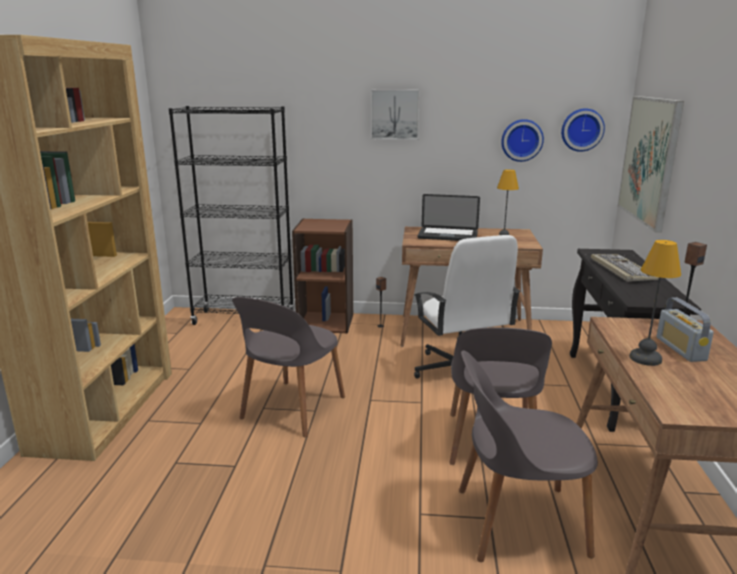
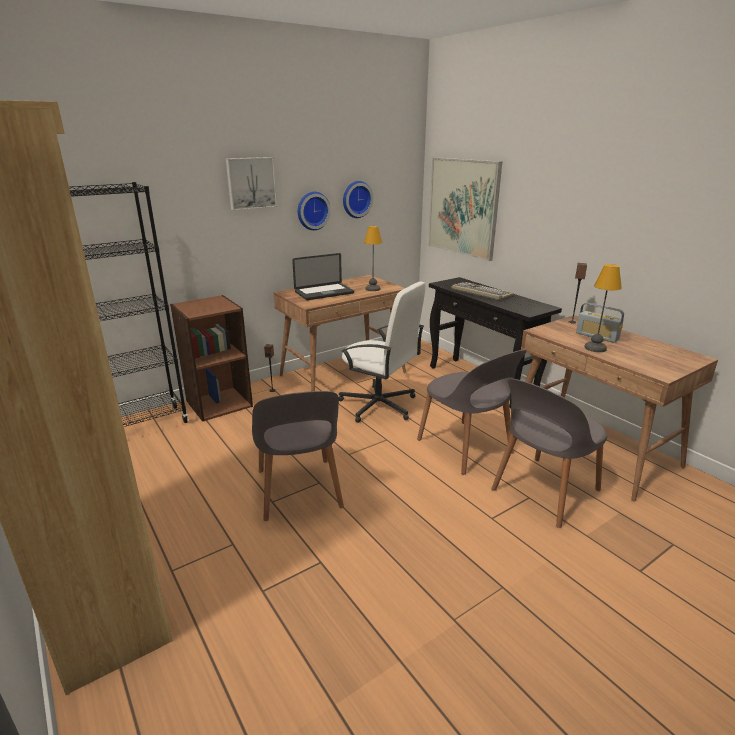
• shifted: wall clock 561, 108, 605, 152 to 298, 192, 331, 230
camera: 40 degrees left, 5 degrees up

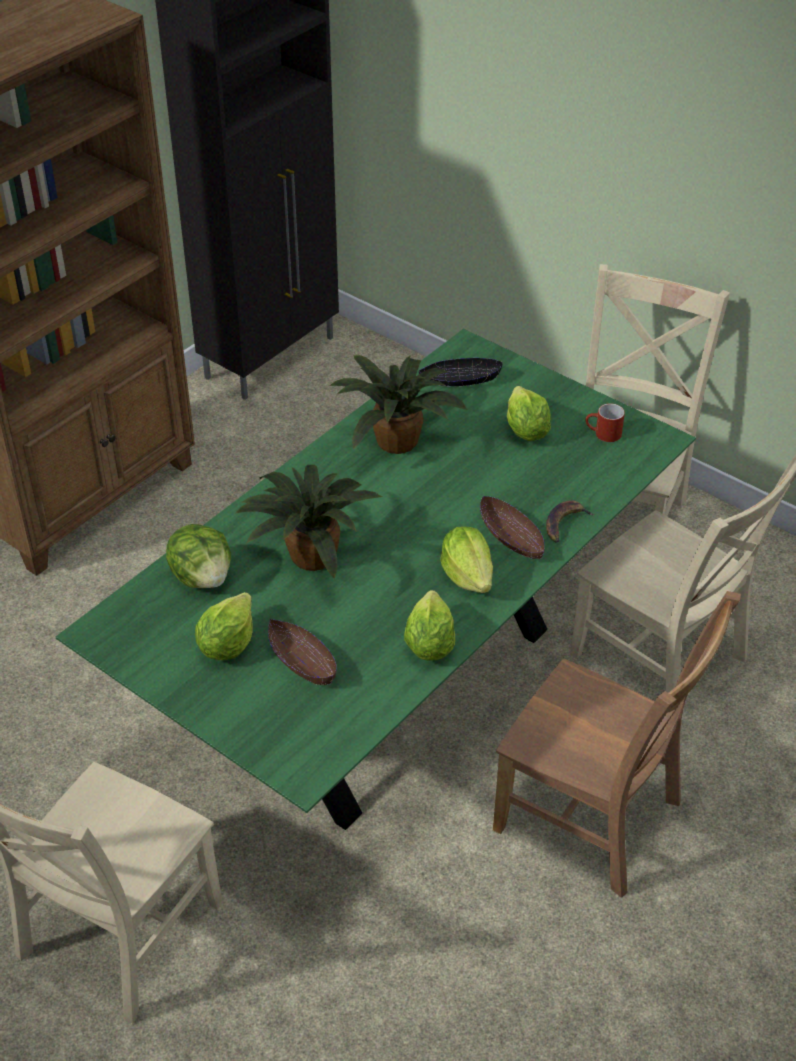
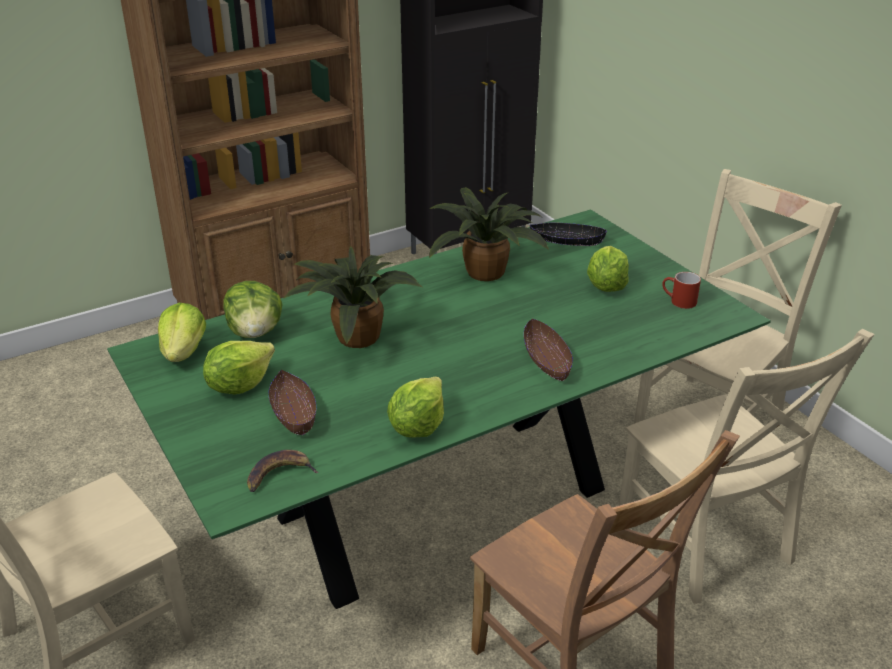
• shifted: lettuce 440, 526, 493, 593 to 158, 303, 206, 362
• shifted: banana 546, 500, 594, 543 to 247, 450, 319, 492
camera: 20 degrees right, 10 degrees down

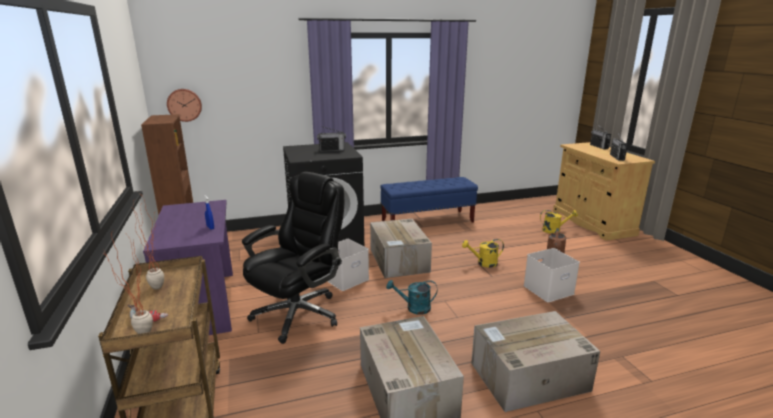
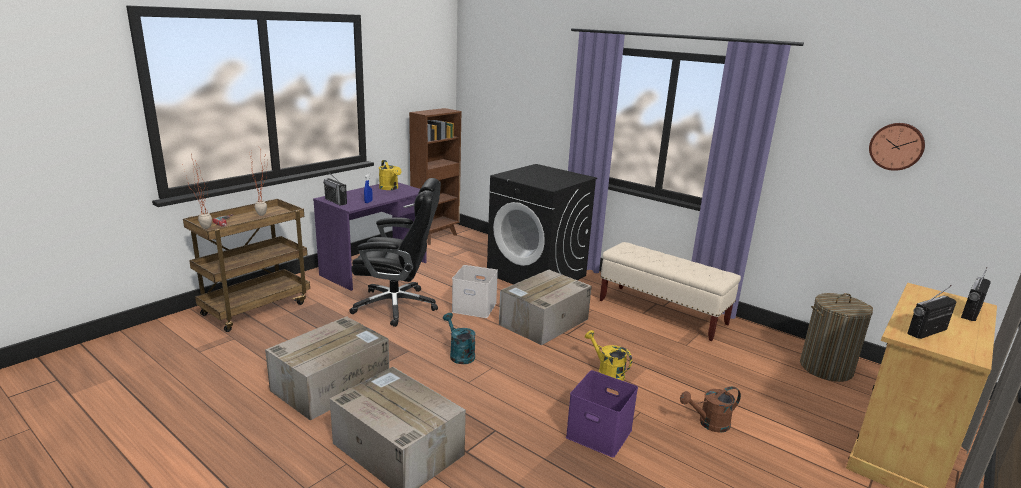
• shifted: radio 317, 126, 346, 152 to 323, 172, 347, 206
• shifted: watering can in yellow 540, 210, 578, 233 to 379, 160, 402, 190
• repainted: storage box in white 523, 248, 580, 302 to storage box in purple 566, 370, 638, 457
• repainted: bench in blue 380, 177, 478, 223 to bench in beige 600, 242, 741, 341
• new: laundry basket 800, 293, 873, 382
• shifted: wall clock 167, 89, 202, 122 to 869, 123, 925, 171
camera: 55 degrees right, 0 degrees up

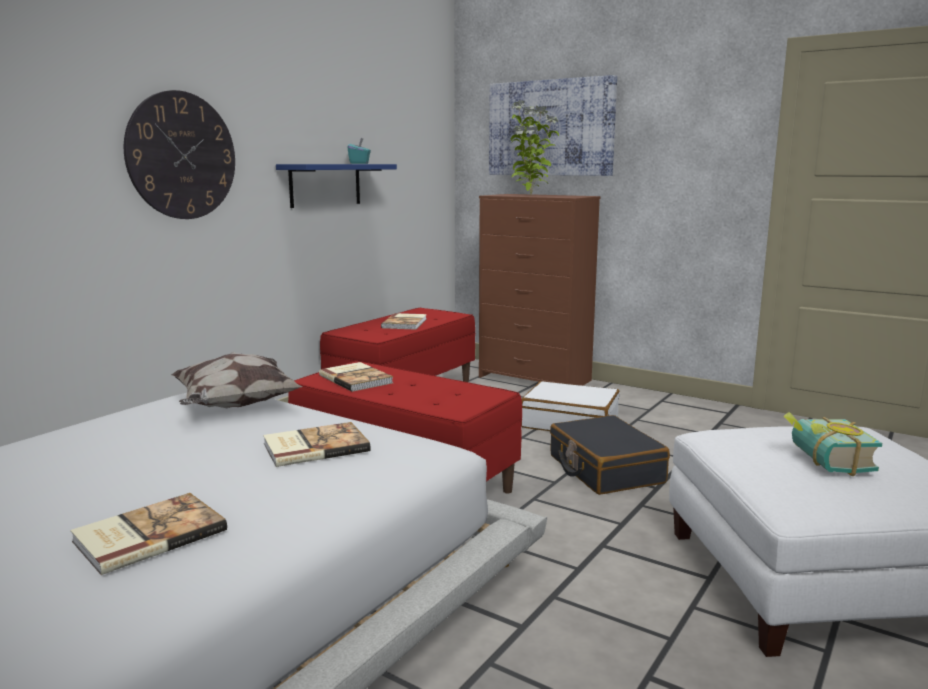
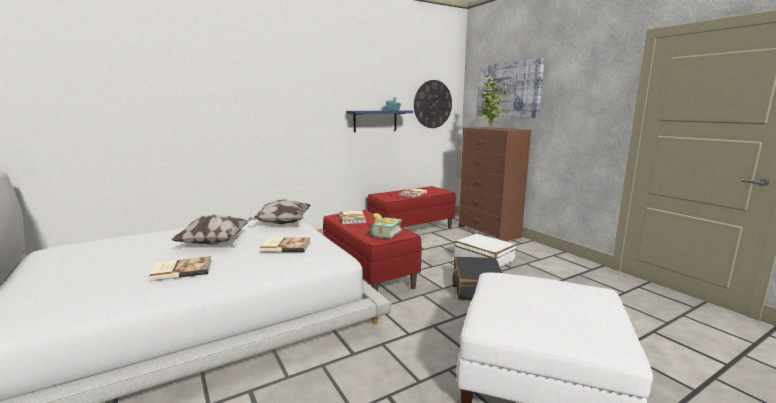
• new: pillow 171, 214, 251, 244
• shifted: book 784, 412, 882, 476 to 371, 213, 402, 239
• shifted: wall clock 124, 90, 235, 219 to 414, 80, 452, 128
camera: 25 degrees right, 0 degrees up

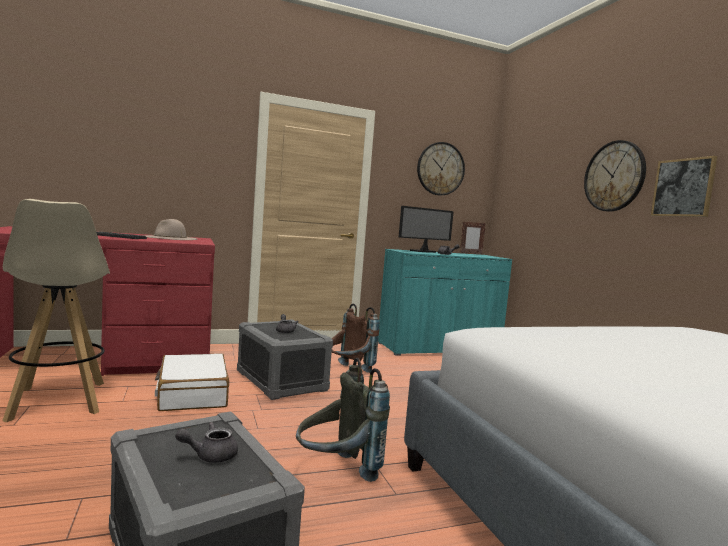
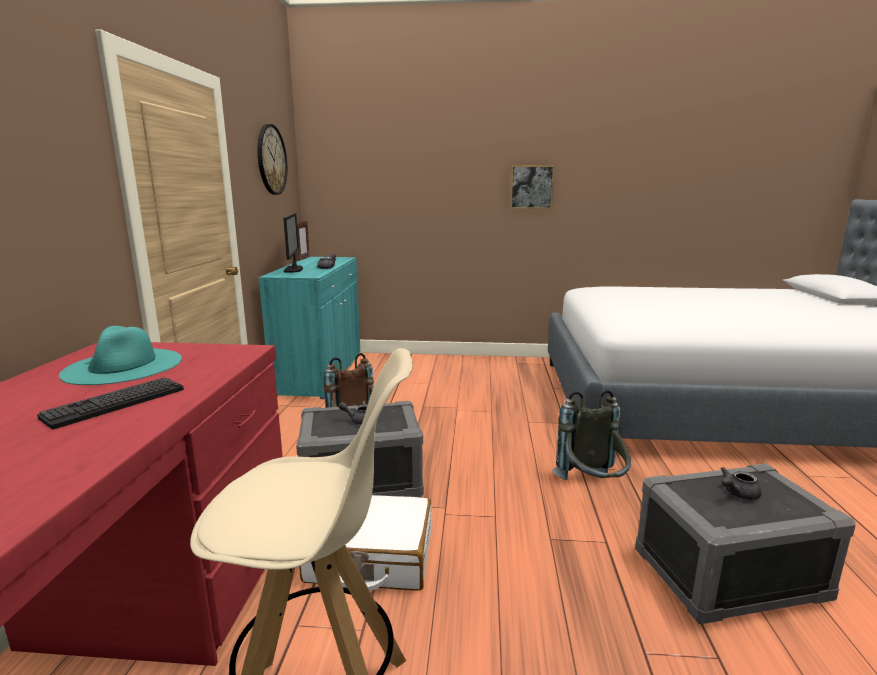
• repainted: hat in beige 144, 219, 197, 240 to hat in turquoise 59, 326, 182, 385
• rotated: teapot in grey 175, 422, 238, 463 = 720, 467, 762, 500 60 degrees clockwise
• gone: wall clock 584, 140, 646, 212
camera: 65 degrees left, 10 degrees up

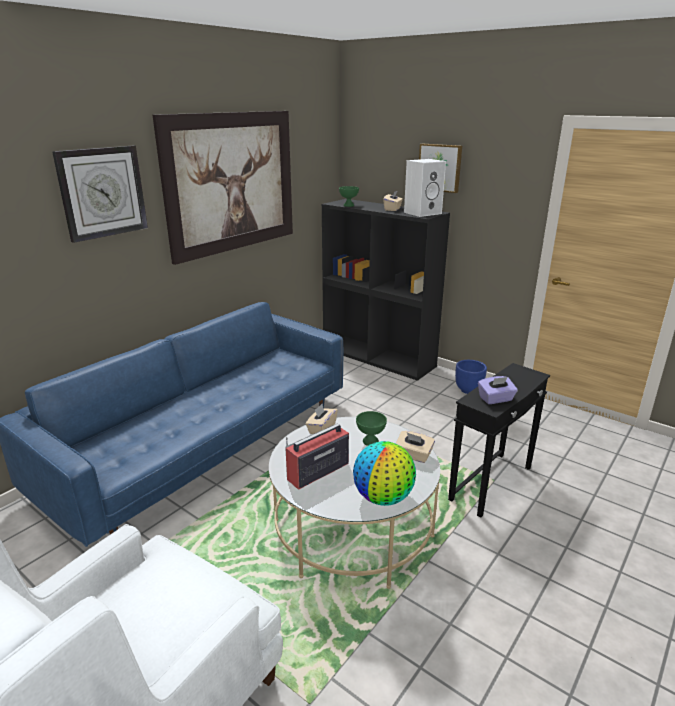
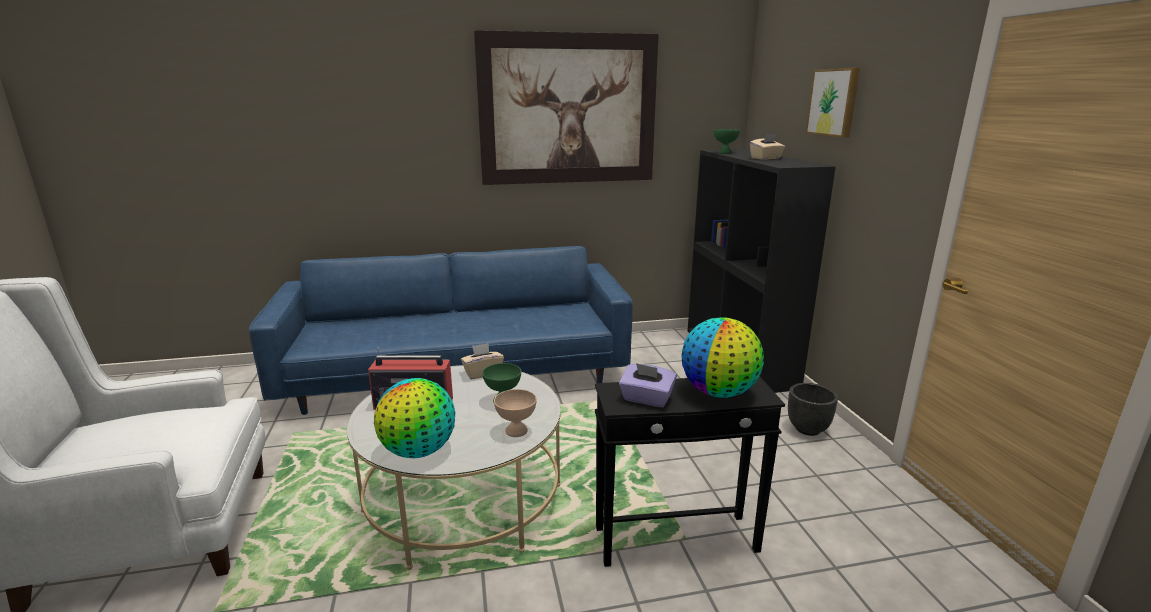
• swapped: tissue box in beige 395, 431, 435, 463 to bowl in beige 494, 389, 537, 437
• new: globe 682, 317, 764, 398
• repainted: planter in blue 455, 360, 487, 394 to planter in black 788, 383, 838, 436
• gone: wall clock 52, 146, 148, 243
• gone: speaker in white 404, 159, 446, 217
camera: 40 degrees right, 5 degrees down

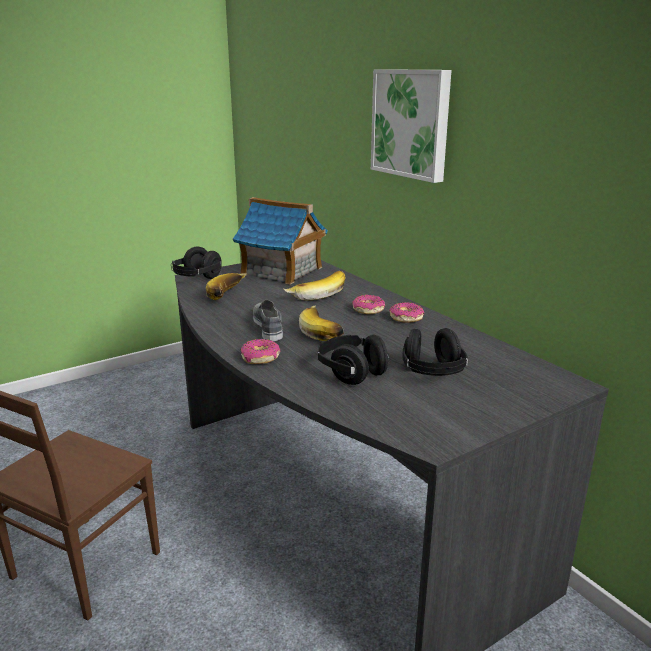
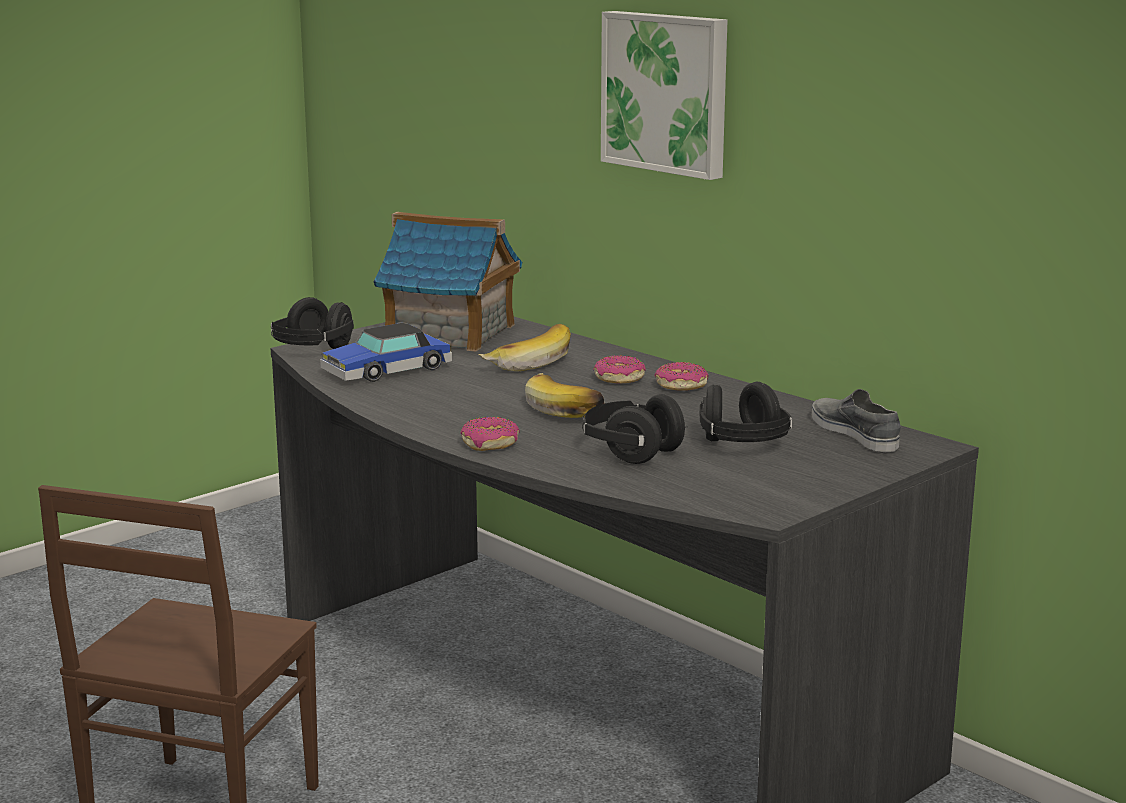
• swapped: banana 206, 273, 246, 300 to toy car 320, 323, 452, 382
• shifted: shoe in grey 253, 300, 283, 341 to 812, 389, 901, 452
camera: 10 degrees left, 5 degrees down

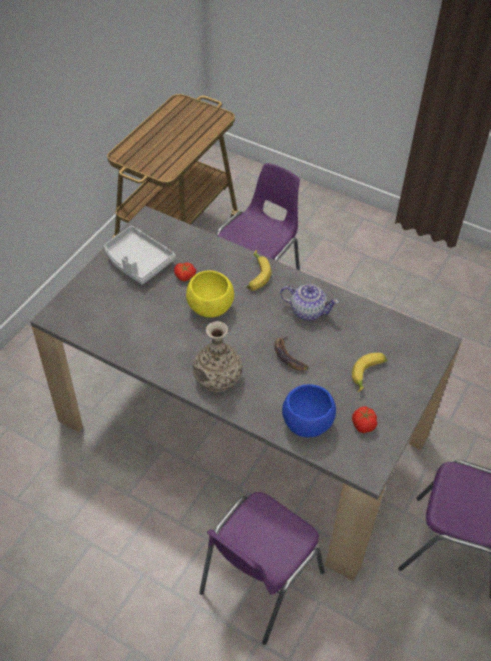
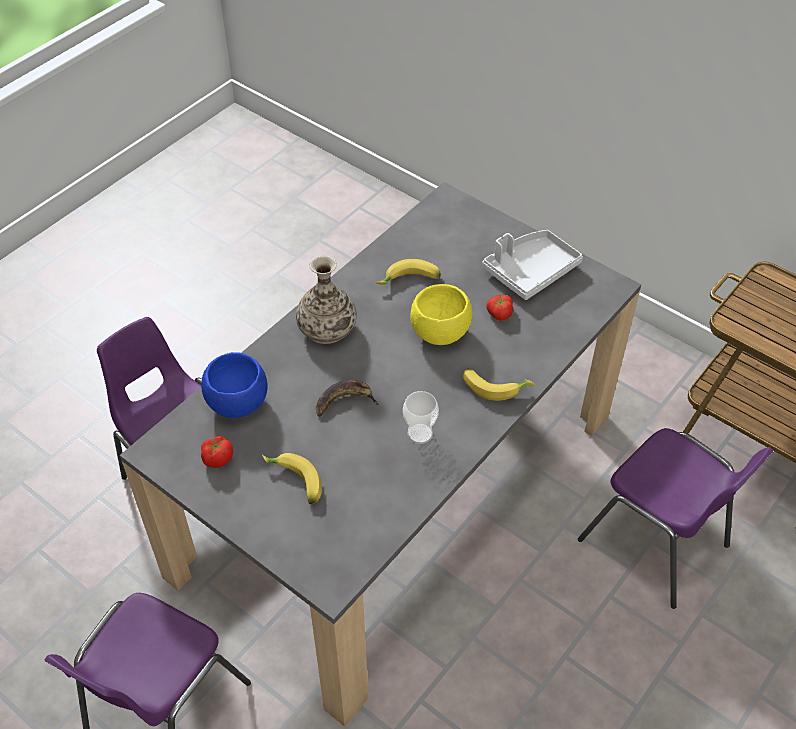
• new: banana 376, 259, 441, 284
• swapped: teapot 280, 284, 339, 320 to cup 403, 391, 439, 444
camera: 100 degrees right, 0 degrees up

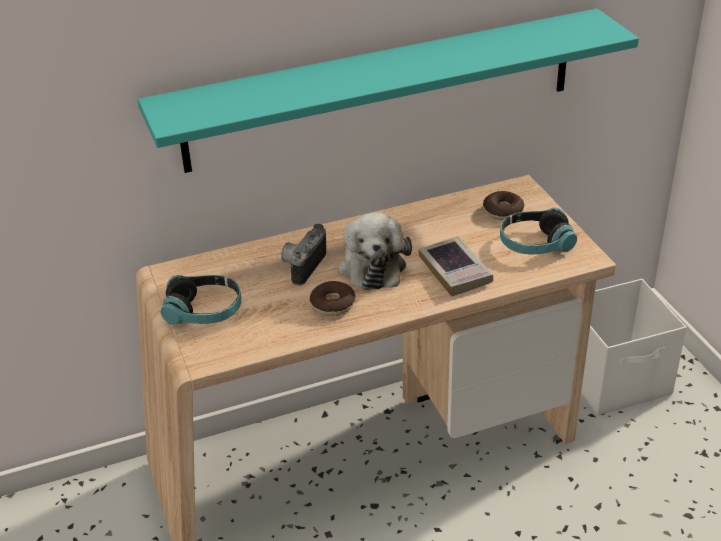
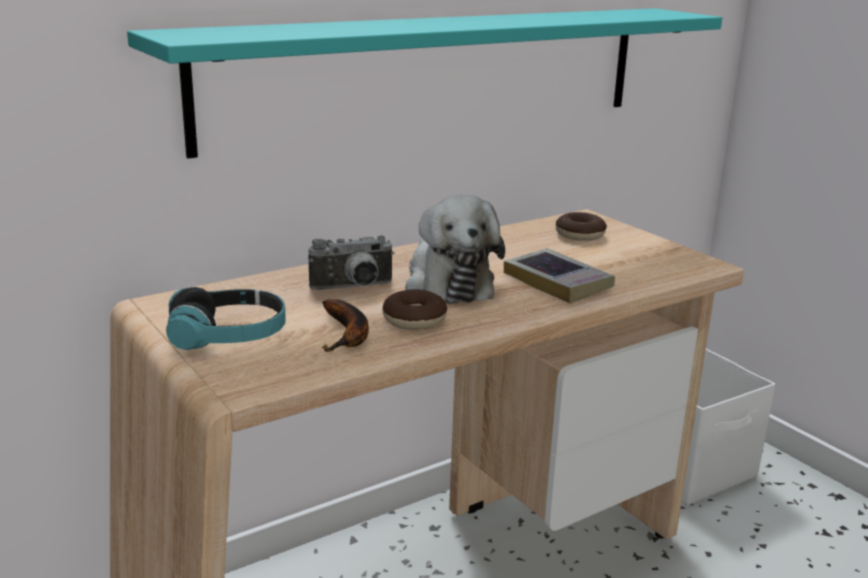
• rotated: photo camera 281, 224, 326, 286 = 309, 235, 395, 290 120 degrees counterclockwise
• new: banana 321, 299, 369, 352
• gone: headphones 500, 208, 577, 254
camera: 15 degrees left, 15 degrees down

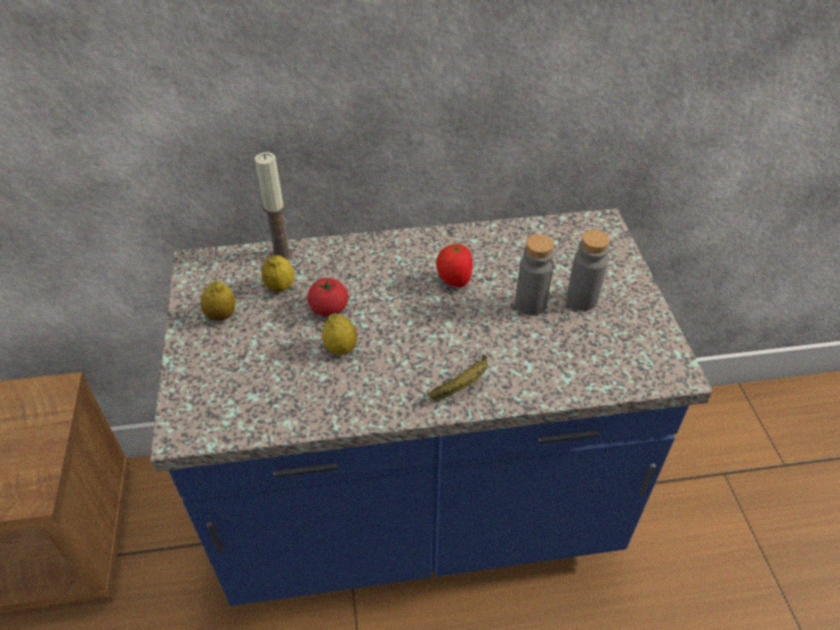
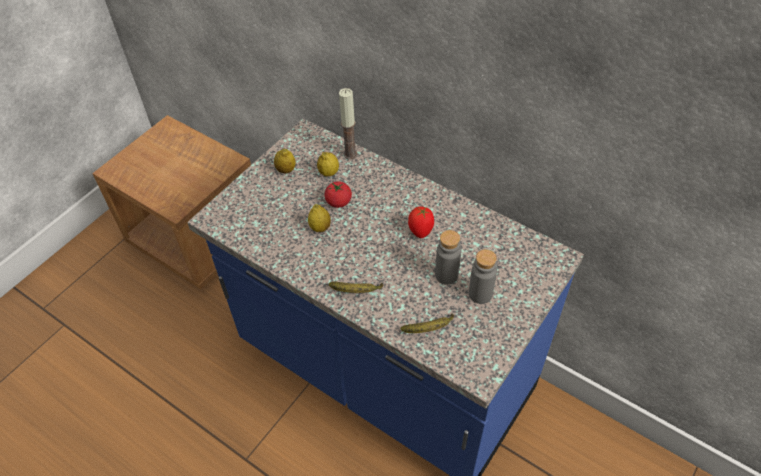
• new: banana 400, 313, 454, 333
camera: 45 degrees right, 5 degrees up

